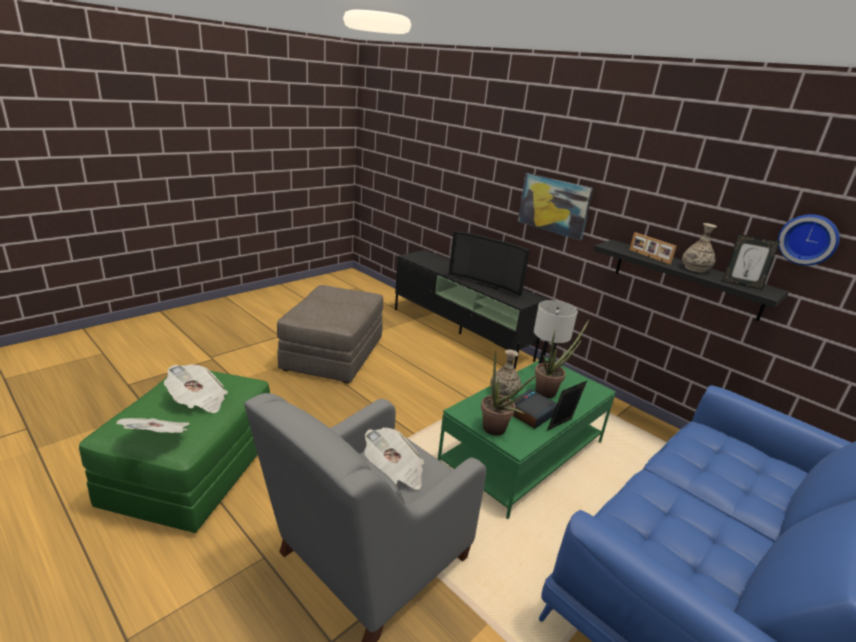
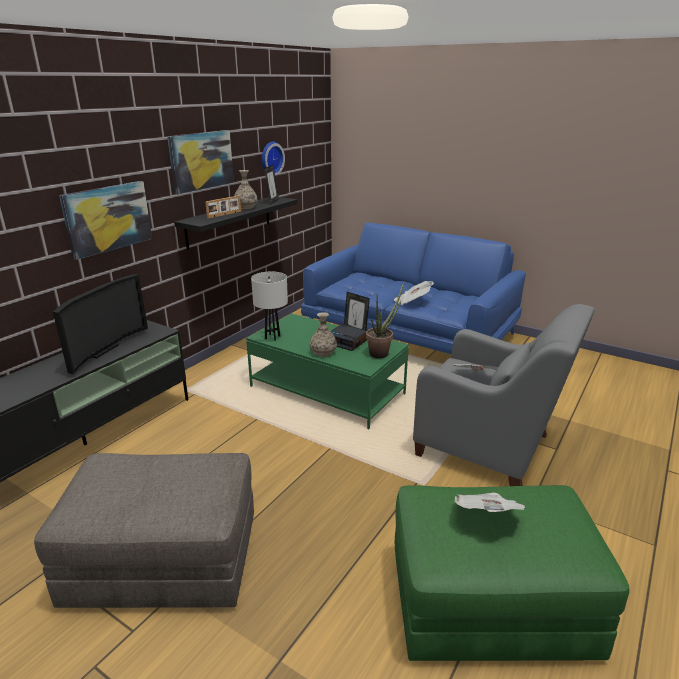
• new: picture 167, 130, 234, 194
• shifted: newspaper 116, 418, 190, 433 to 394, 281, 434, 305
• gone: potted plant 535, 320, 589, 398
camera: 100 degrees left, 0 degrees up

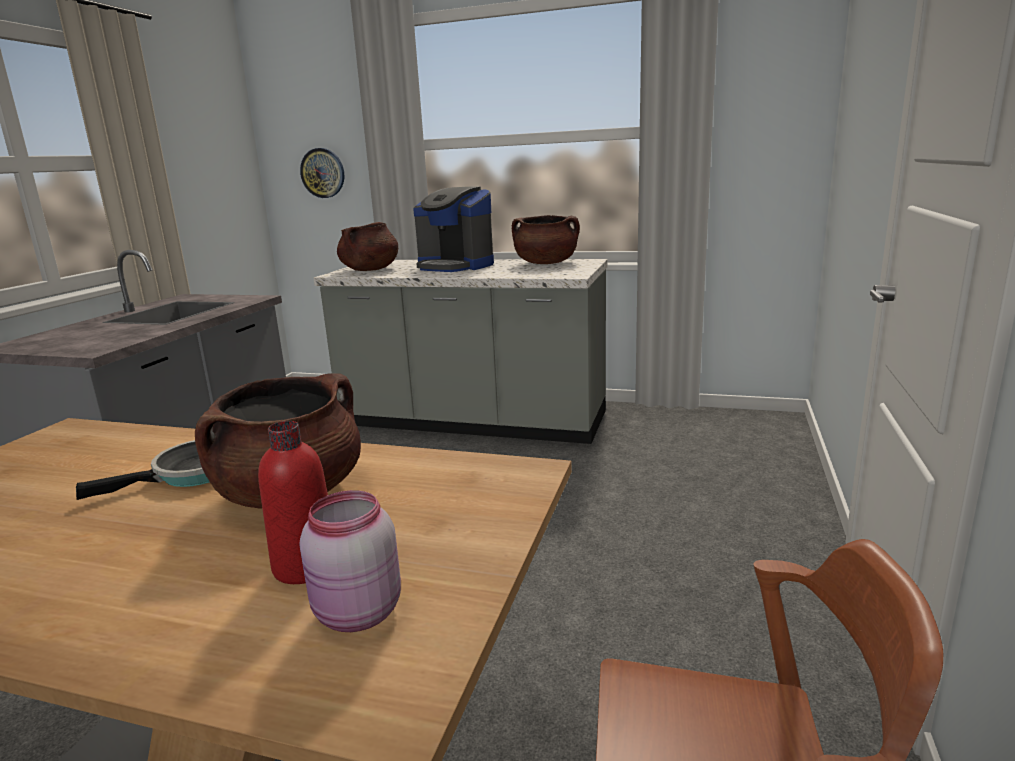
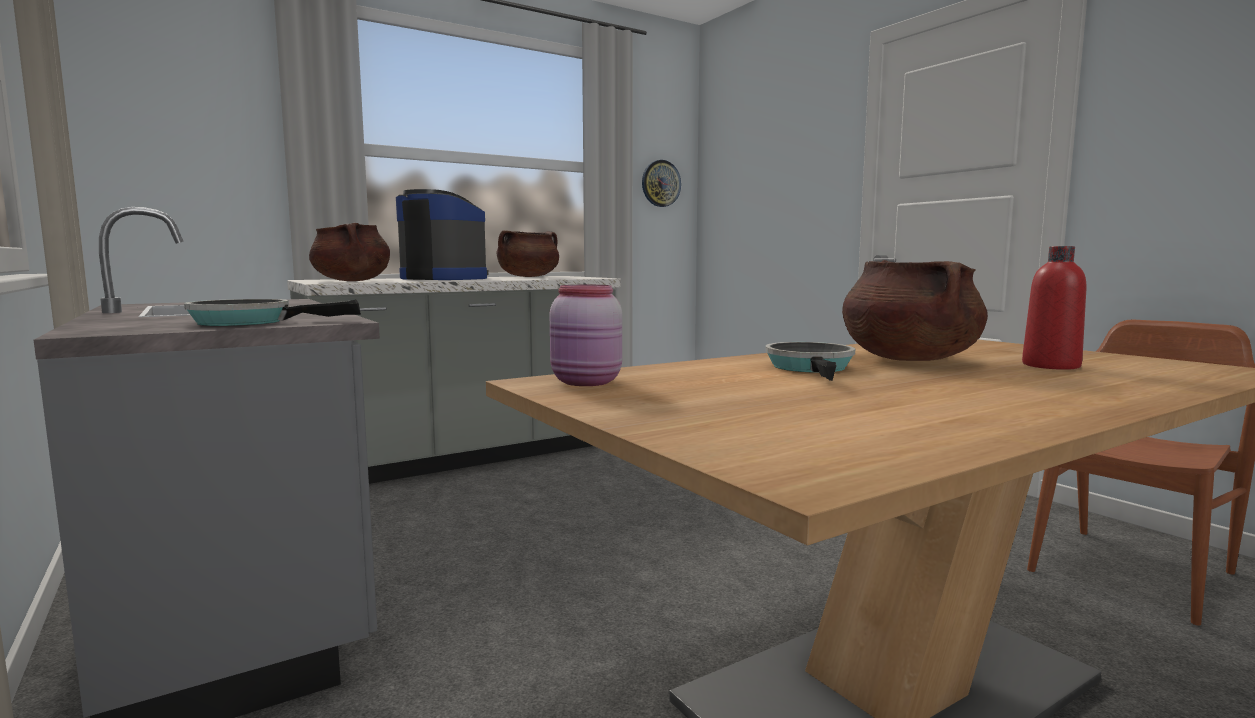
• new: frying pan 184, 299, 361, 326
• rotated: coffee machine 413, 186, 494, 272 = 396, 189, 489, 280 135 degrees counterclockwise
• shifted: jar in pink 300, 490, 401, 632 to 550, 285, 622, 386
• shifted: wall clock 300, 148, 344, 198 to 642, 160, 681, 207
camera: 50 degrees left, 10 degrees down

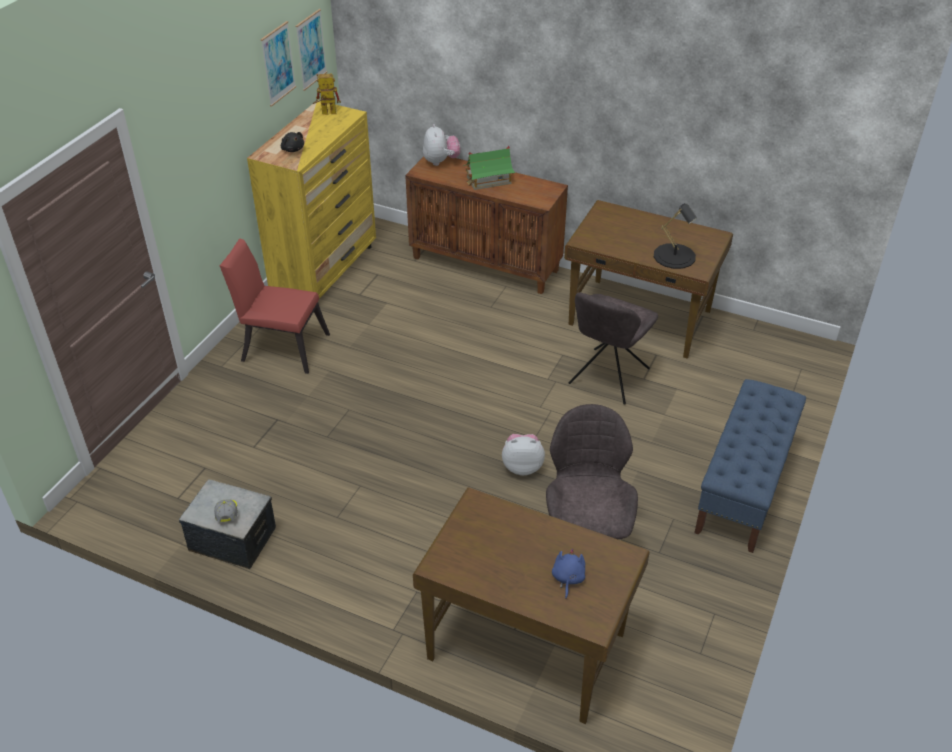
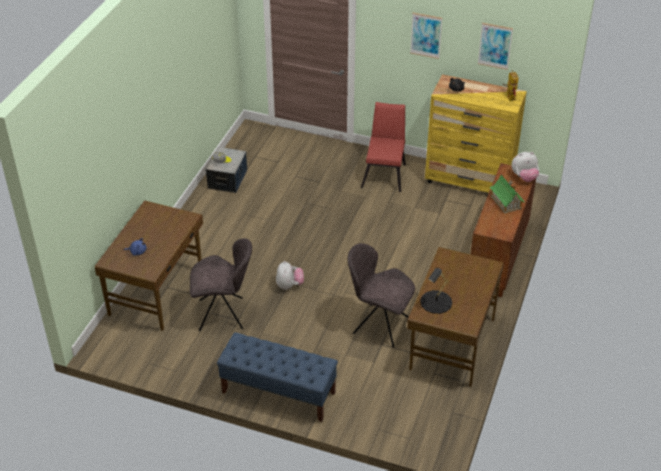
• shifted: picture 296, 9, 327, 91 to 410, 13, 442, 59
camera: 85 degrees right, 0 degrees up

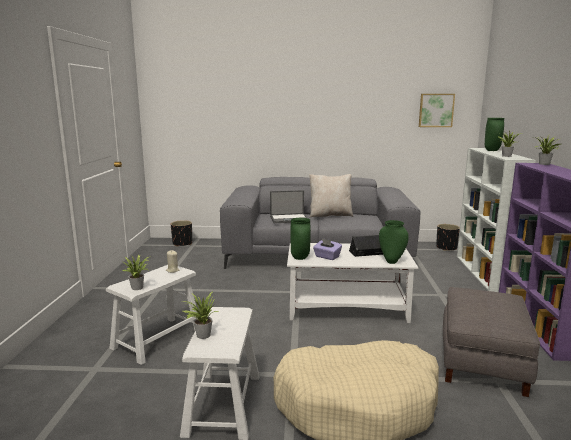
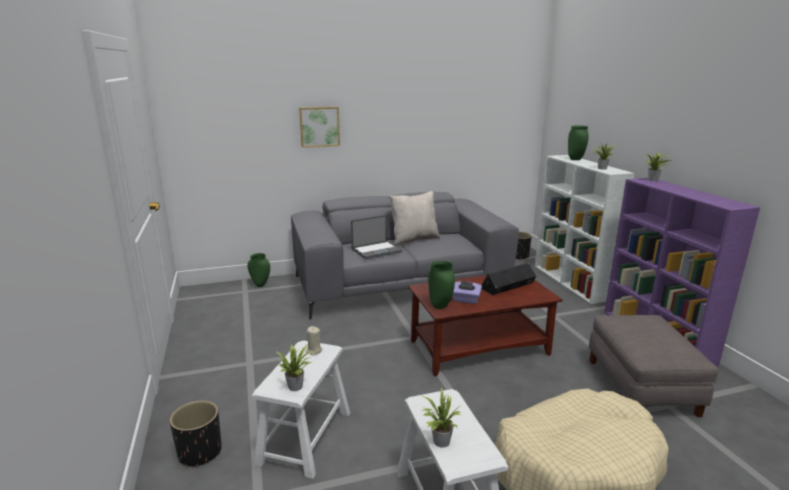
• shifted: planter in black 171, 220, 192, 247 to 170, 401, 222, 468
• shifted: vase in green 379, 220, 409, 264 to 247, 253, 270, 287
• shifted: picture 419, 94, 455, 127 to 299, 107, 340, 148
• repainted: coffee table in white 287, 243, 418, 323 to coffee table in brown 408, 275, 563, 377
camera: 20 degrees left, 5 degrees up

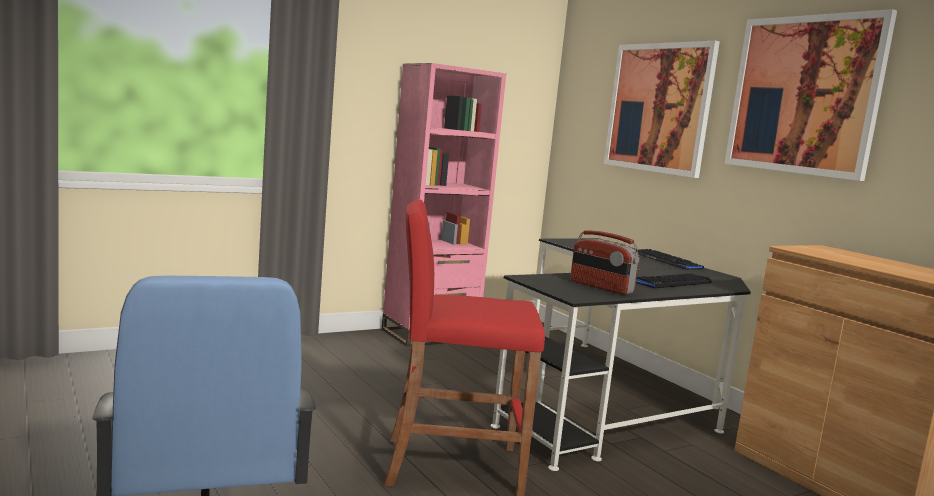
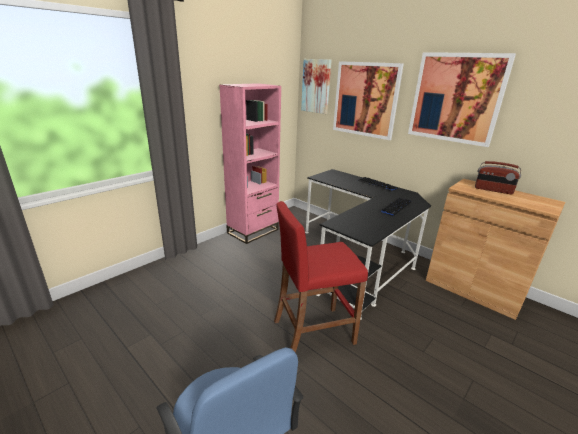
• new: picture 301, 59, 332, 114
• shifted: radio 570, 230, 639, 295 to 475, 161, 521, 194
camera: 15 degrees left, 15 degrees up

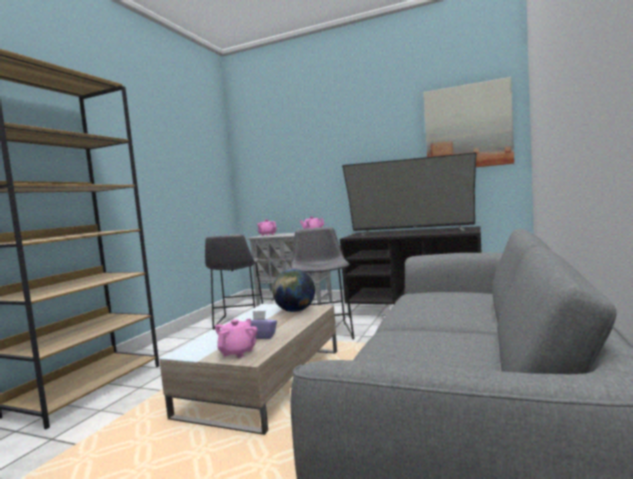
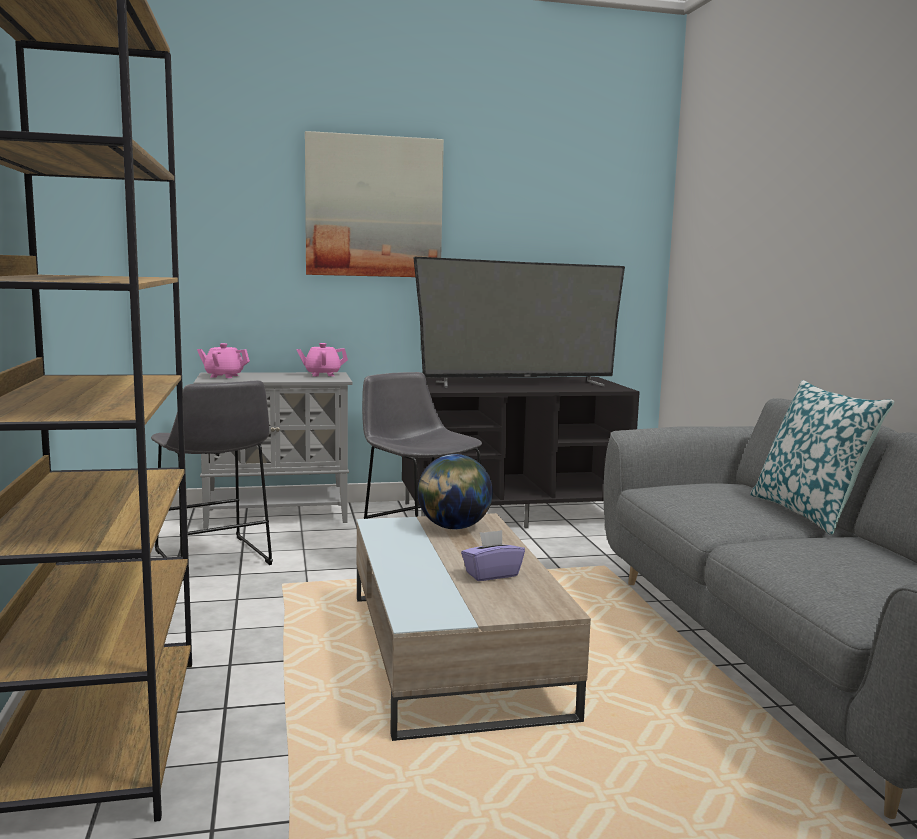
• shifted: picture 423, 77, 514, 167 to 305, 131, 444, 277
• new: pillow 750, 380, 894, 535
• gone: teapot in pink 215, 319, 258, 358
camera: 35 degrees left, 5 degrees up

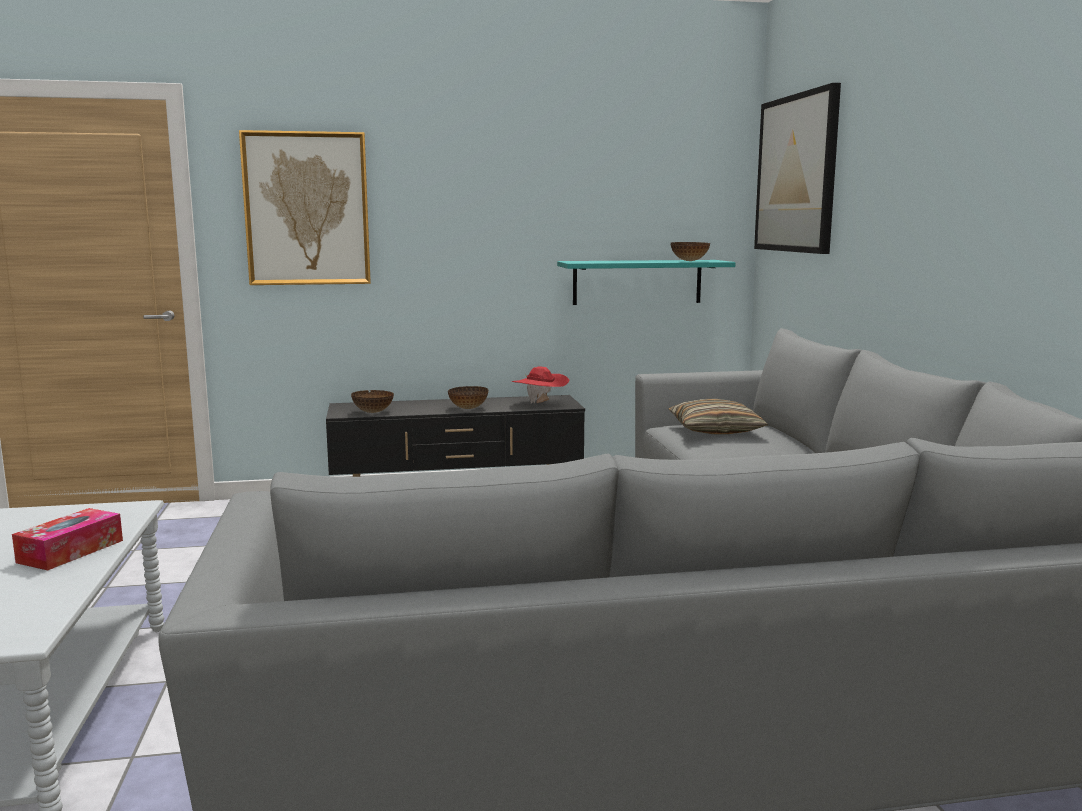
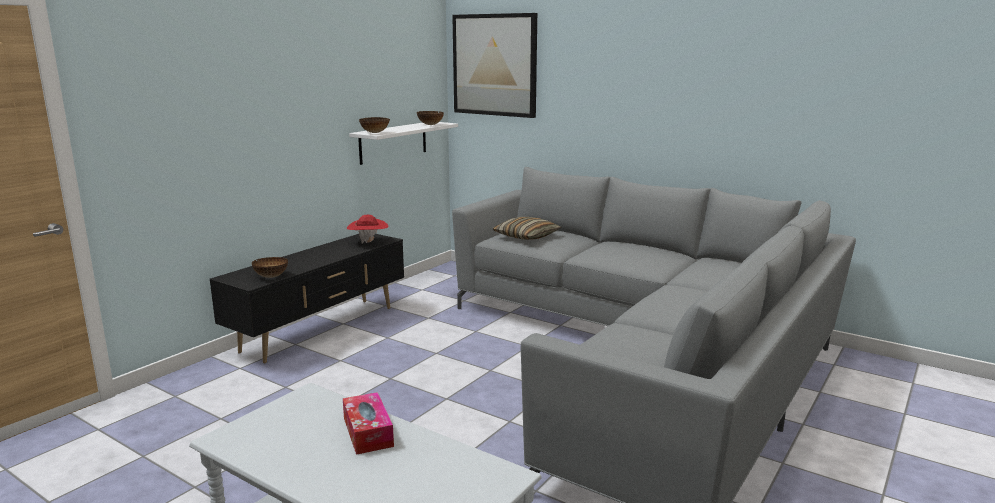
• repainted: shelf in turquoise 557, 260, 735, 305 to shelf in white 349, 122, 458, 165
• shifted: bowl 447, 386, 488, 409 to 359, 117, 390, 133
• gone: picture 239, 130, 371, 285
camera: 45 degrees left, 5 degrees up

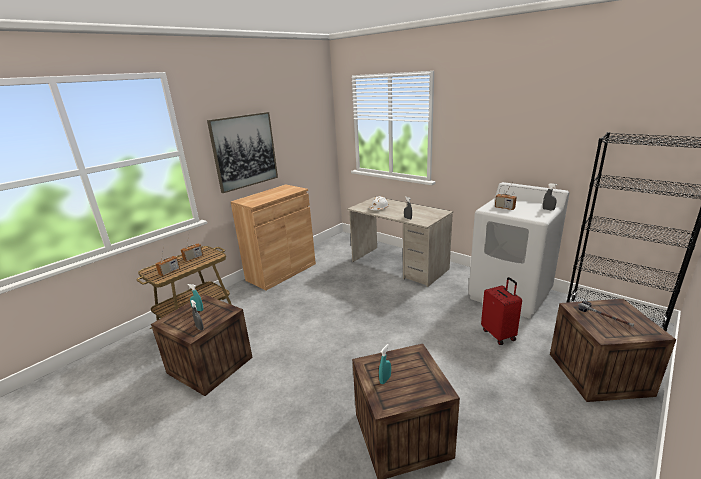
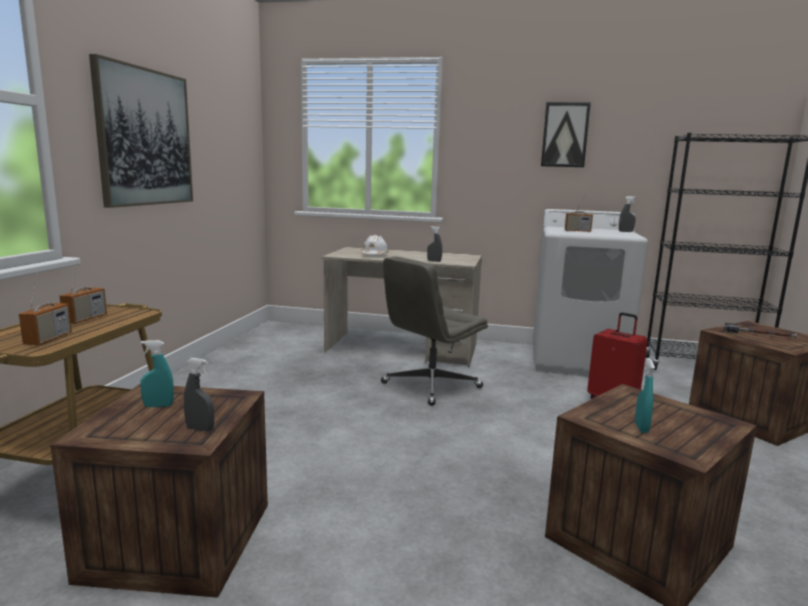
• new: office chair in grey 381, 256, 488, 406
• new: picture 541, 102, 591, 167
• gone: cabinet in brown 231, 185, 316, 291
camera: 30 degrees left, 10 degrees down

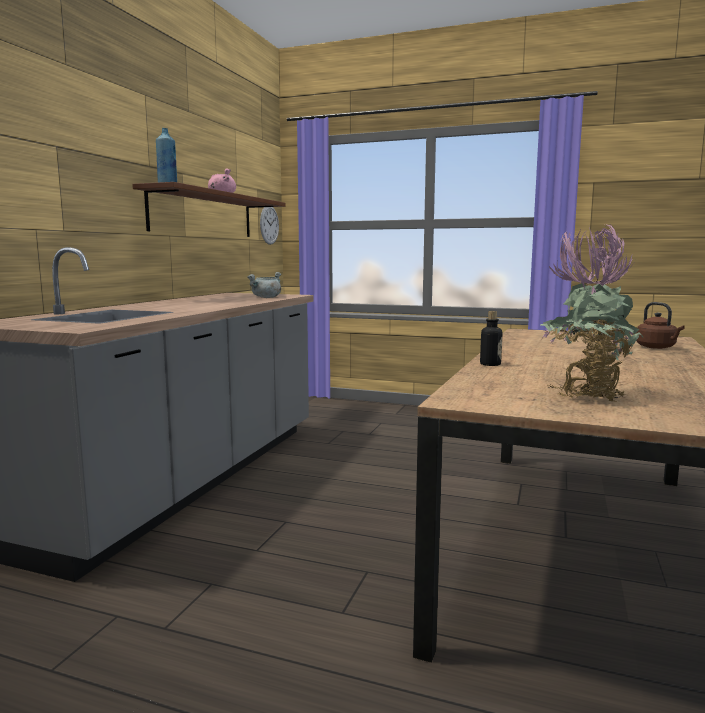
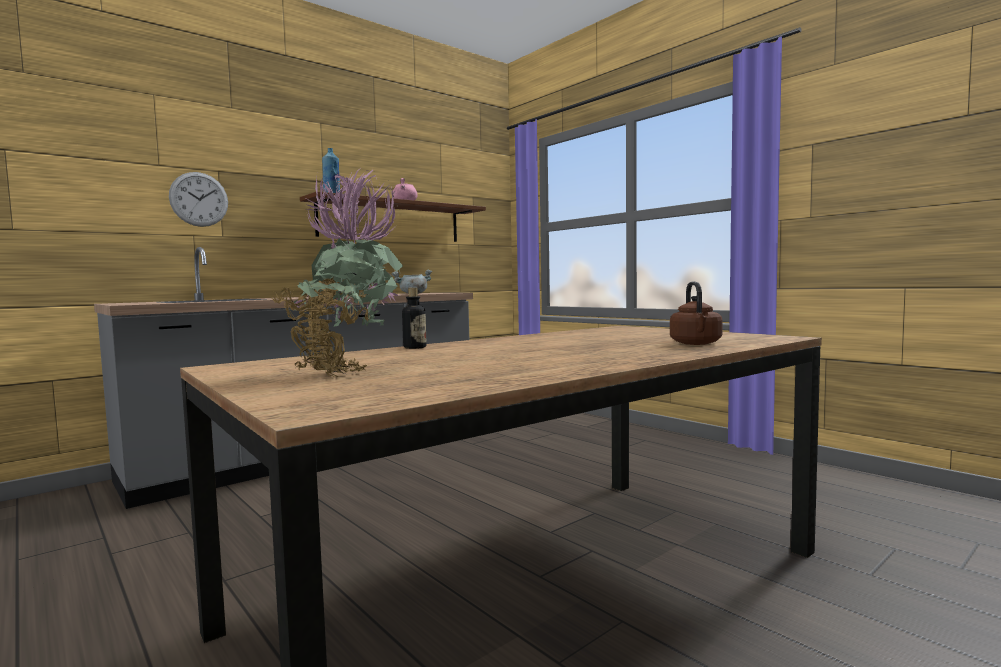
• shifted: wall clock 260, 207, 279, 245 to 169, 172, 228, 227
camera: 30 degrees right, 5 degrees down

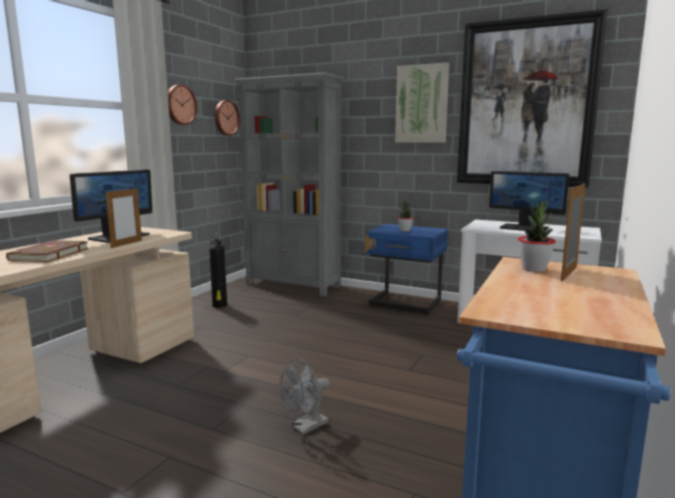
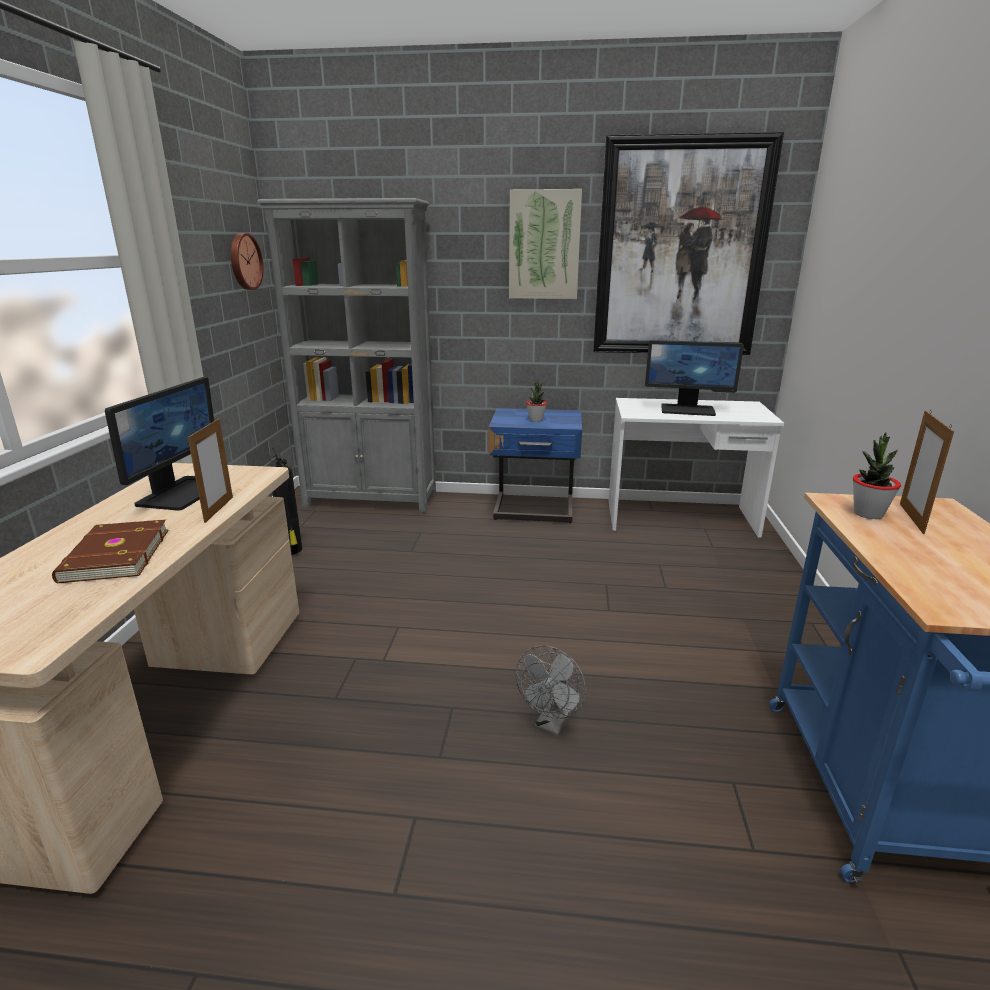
• gone: wall clock 168, 85, 197, 125
camera: 20 degrees left, 10 degrees up

